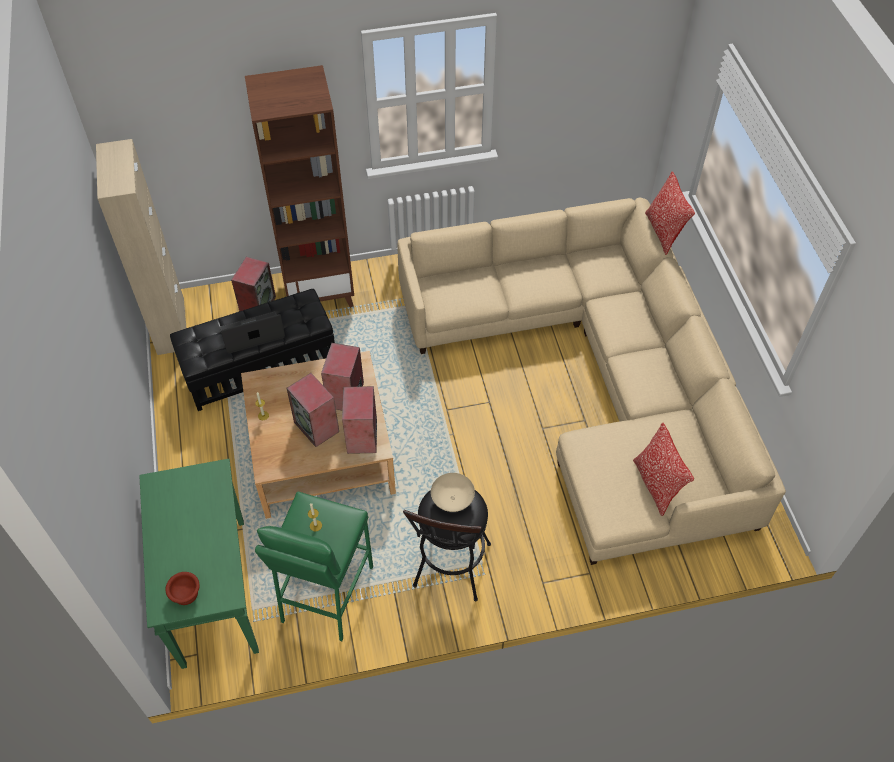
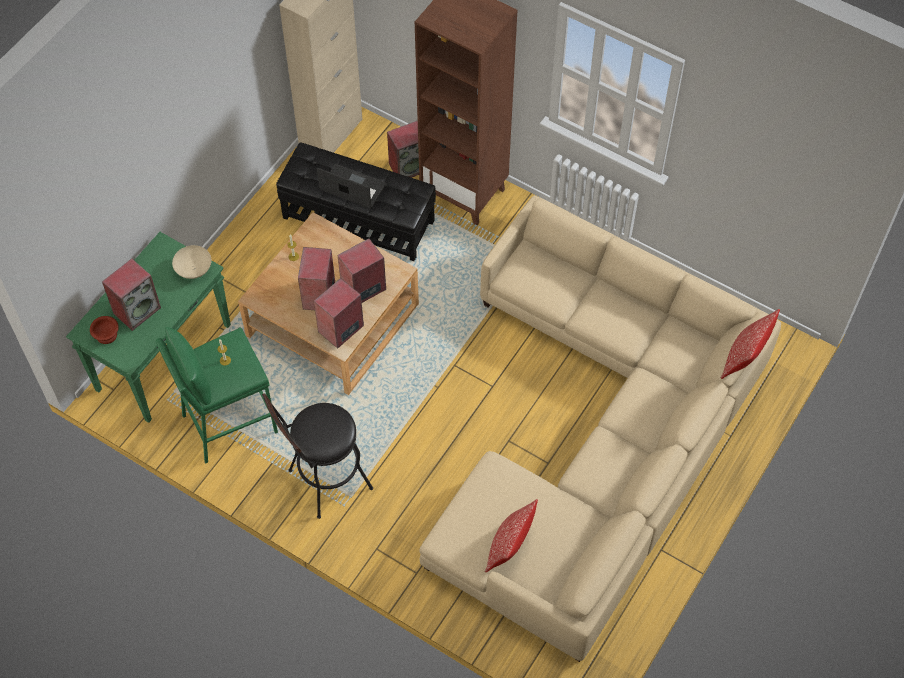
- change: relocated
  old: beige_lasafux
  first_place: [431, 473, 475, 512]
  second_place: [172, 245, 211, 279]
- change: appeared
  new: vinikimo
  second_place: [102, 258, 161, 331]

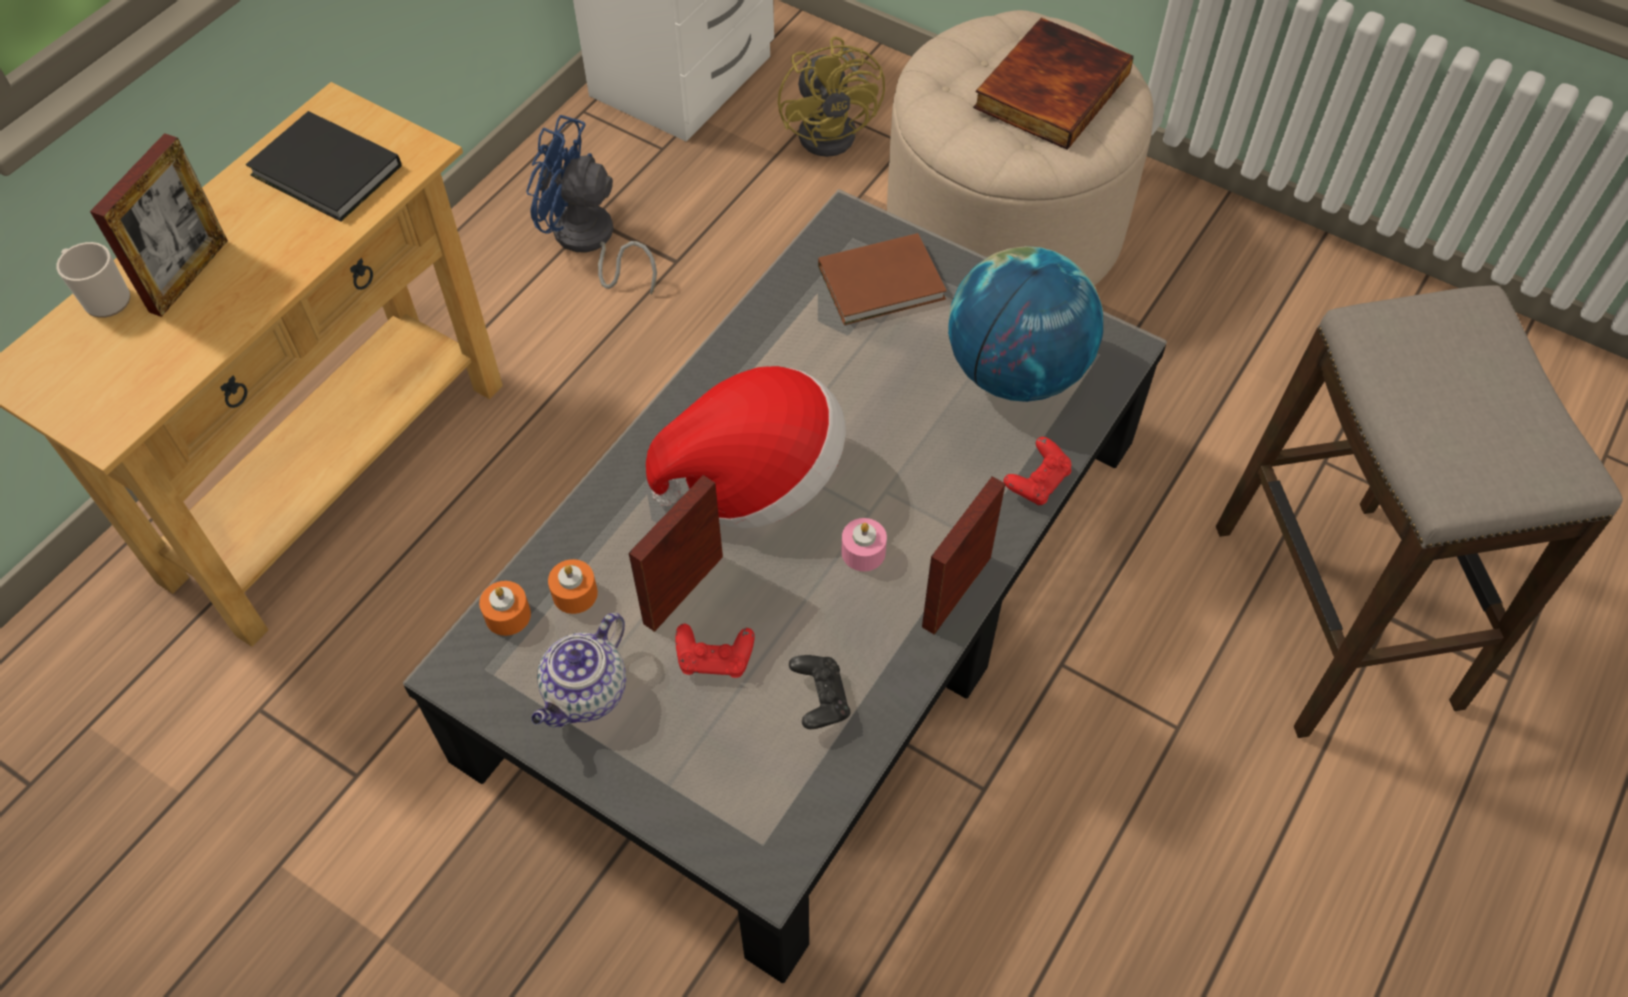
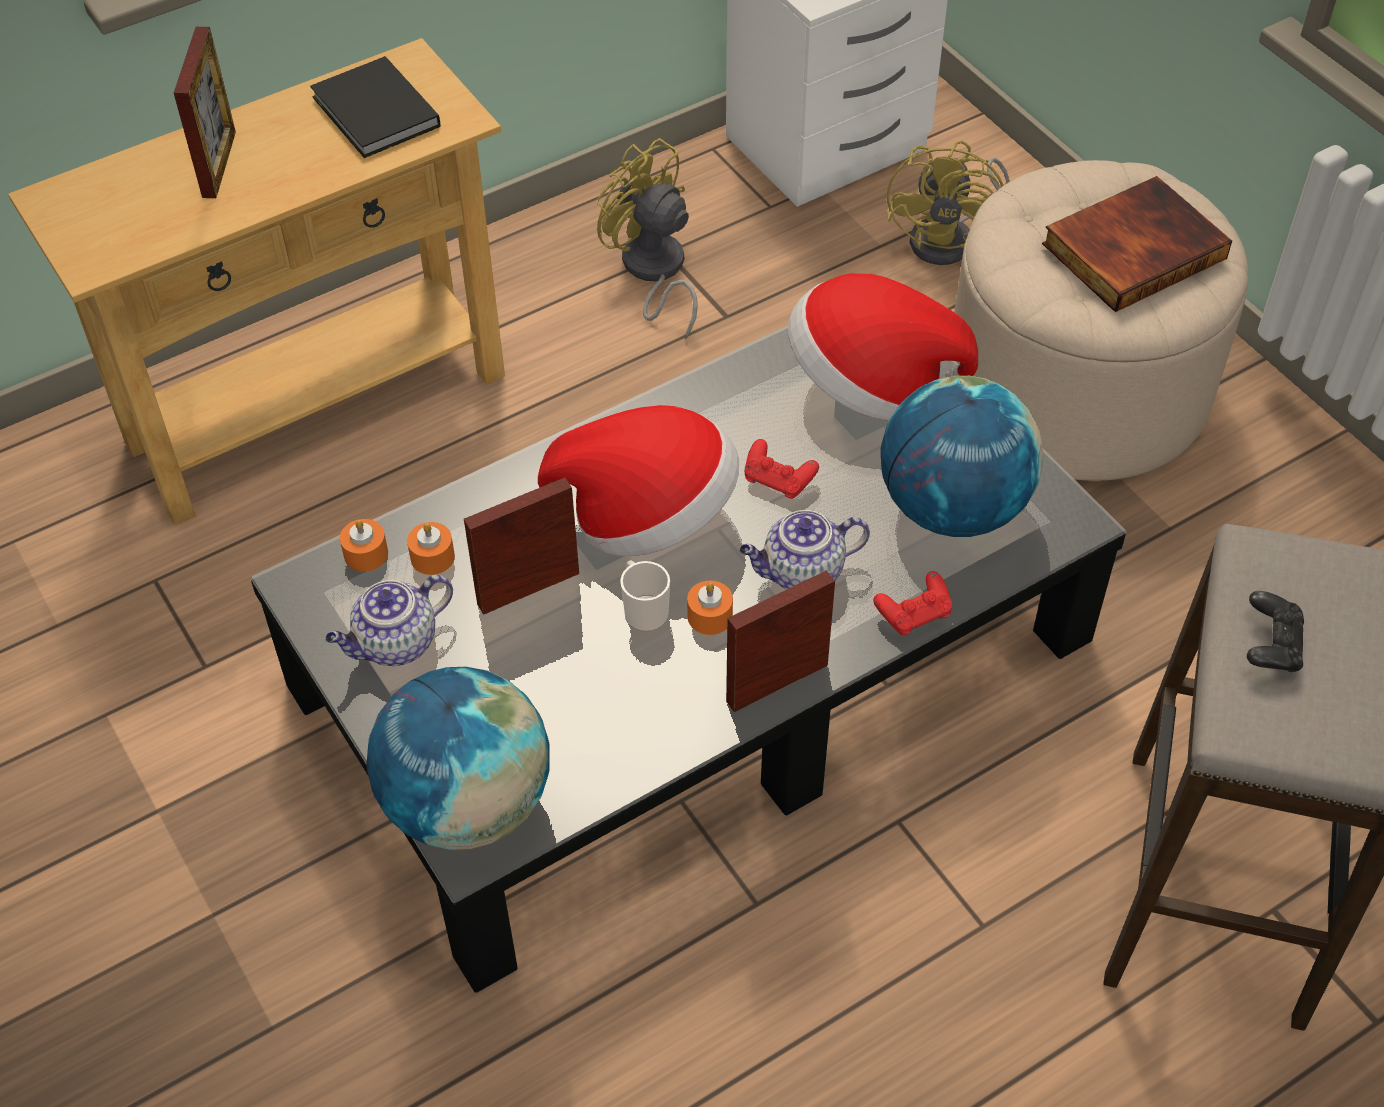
- change: relocated
  old: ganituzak
  first_place: [56, 242, 130, 318]
  second_place: [620, 560, 670, 632]
- change: spun
  old: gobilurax
  first_place: [90, 133, 228, 317]
  second_place: [174, 27, 236, 198]
  degrees: -45
- change: colour
  old: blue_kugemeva
  new: yellow_kugemeva
  first_place: [526, 115, 657, 295]
  second_place: [596, 138, 698, 340]
- change: relocated
  old: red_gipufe
  first_place: [675, 624, 755, 678]
  second_place: [745, 439, 819, 499]
- change: relocated
  old: black_gipufe
  first_place: [789, 655, 851, 729]
  second_place: [1247, 591, 1304, 672]
- change: exchanged
  old: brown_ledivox
  new: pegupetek
  first_place: [818, 233, 947, 325]
  second_place: [788, 273, 978, 420]
- change: colour
  old: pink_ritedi
  new: orange_ritedi
  first_place: [841, 518, 887, 571]
  second_place: [687, 581, 733, 635]
- change: appeared
  new: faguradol
  second_place: [366, 667, 550, 850]
- change: appeared
  new: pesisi
  second_place: [739, 510, 870, 590]

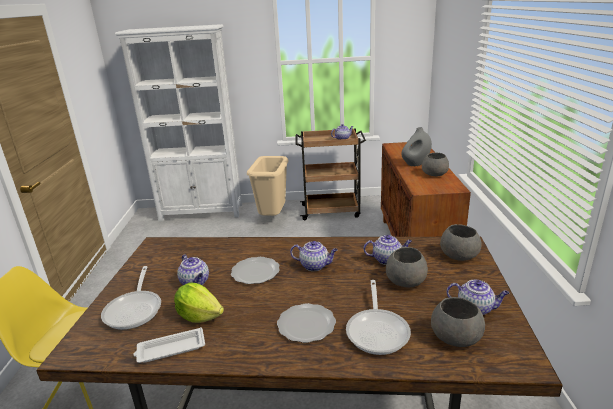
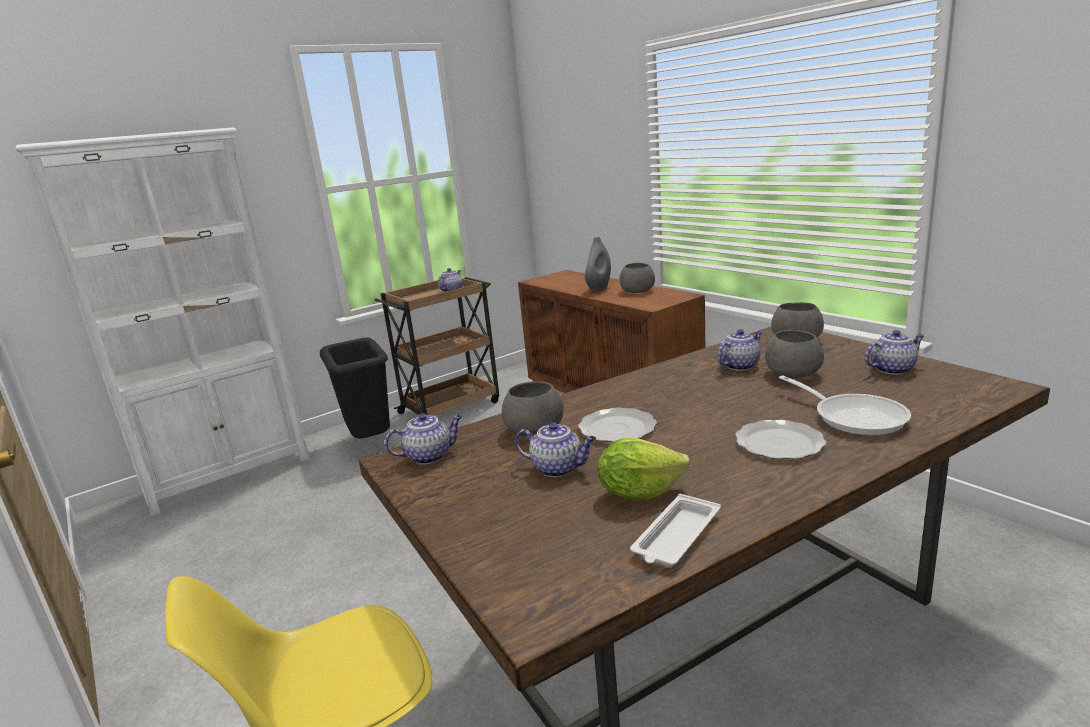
- change: missing
  old: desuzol
  first_place: [101, 266, 161, 330]
- change: colour
  old: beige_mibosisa
  new: black_mibosisa
  first_place: [247, 156, 289, 216]
  second_place: [320, 337, 390, 438]
- change: relocated
  old: pesisi
  first_place: [290, 241, 338, 271]
  second_place: [385, 413, 462, 464]
- change: relocated
  old: grey_lasafux
  first_place: [431, 297, 485, 347]
  second_place: [502, 381, 564, 436]

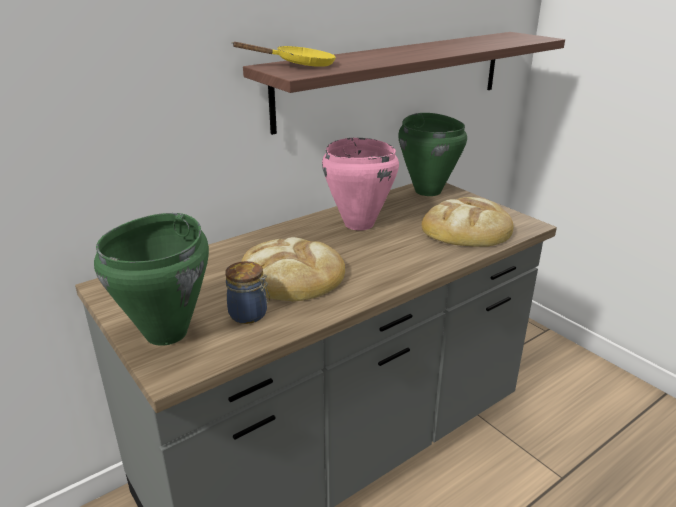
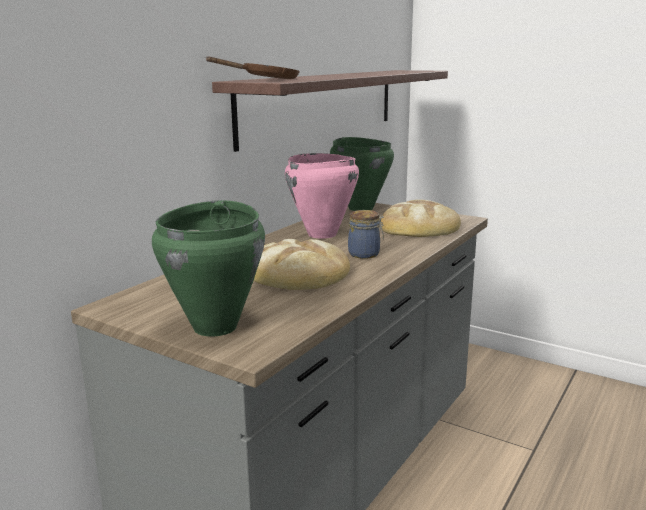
- change: relocated
  old: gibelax
  first_place: [226, 261, 270, 324]
  second_place: [348, 210, 384, 259]
- change: colour
  old: yellow_desuzol
  new: brown_desuzol
  first_place: [232, 42, 336, 67]
  second_place: [205, 56, 300, 79]

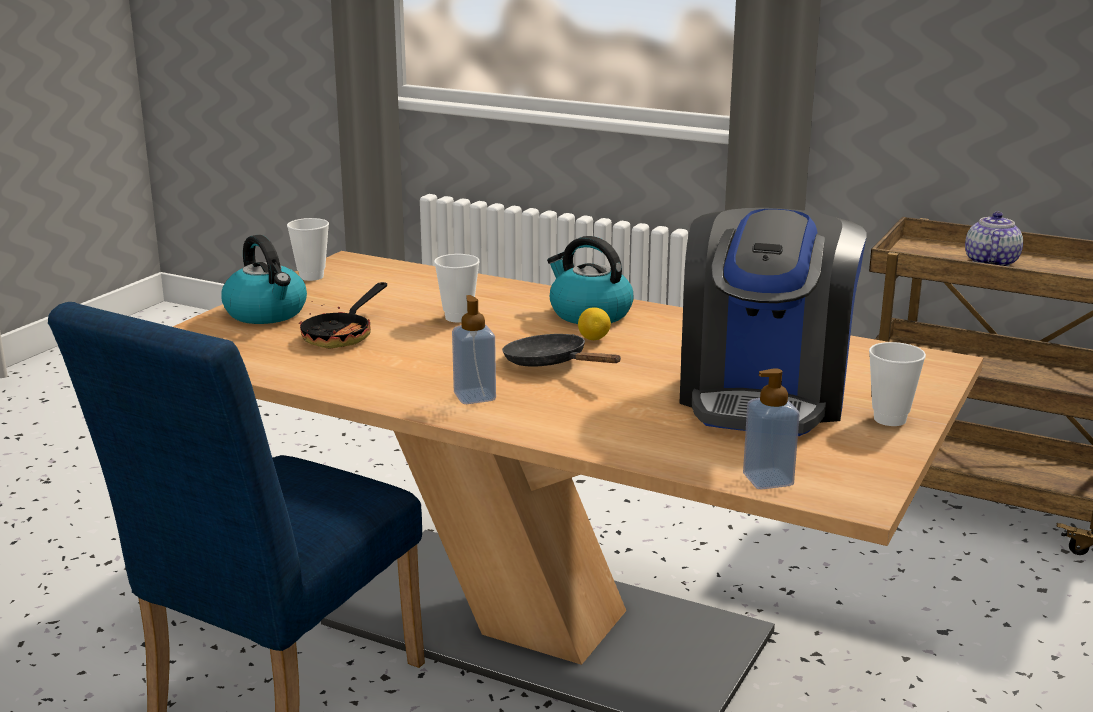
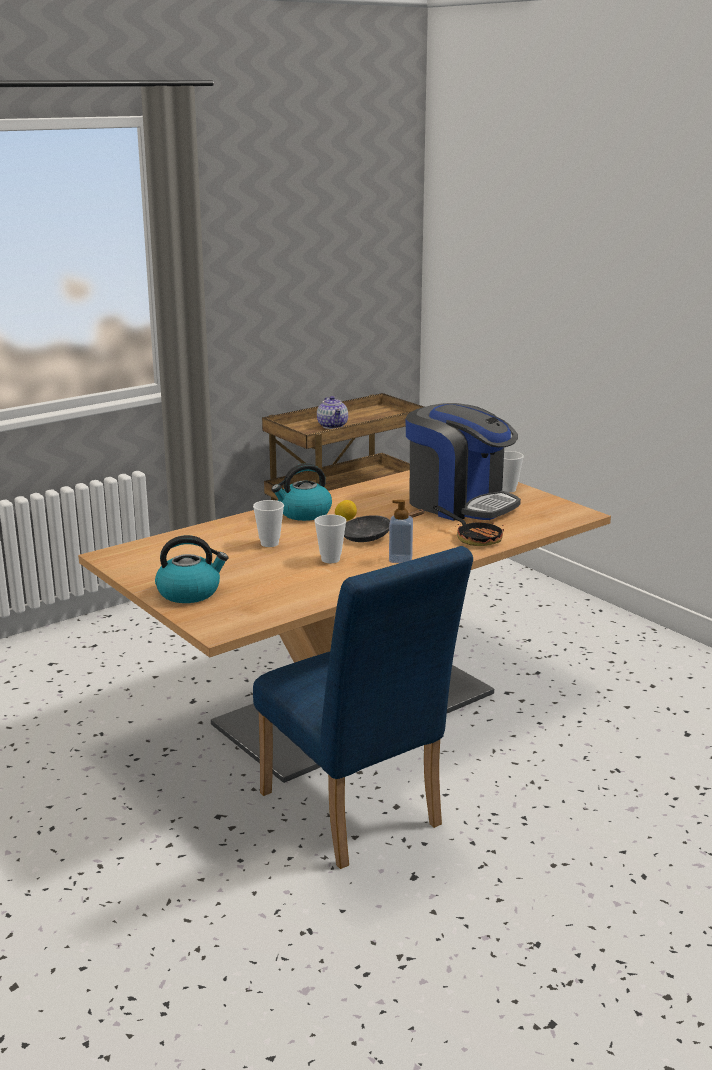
- change: relocated
  old: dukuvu
  first_place: [287, 218, 329, 281]
  second_place: [314, 514, 346, 563]
- change: relocated
  old: desuzol
  first_place: [299, 282, 387, 349]
  second_place: [433, 505, 504, 546]
- change: missing
  old: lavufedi
  first_place: [743, 368, 799, 489]
- change: spun
  old: pesisi
  first_place: [965, 212, 1023, 266]
  second_place: [317, 396, 348, 429]
  degrees: -150

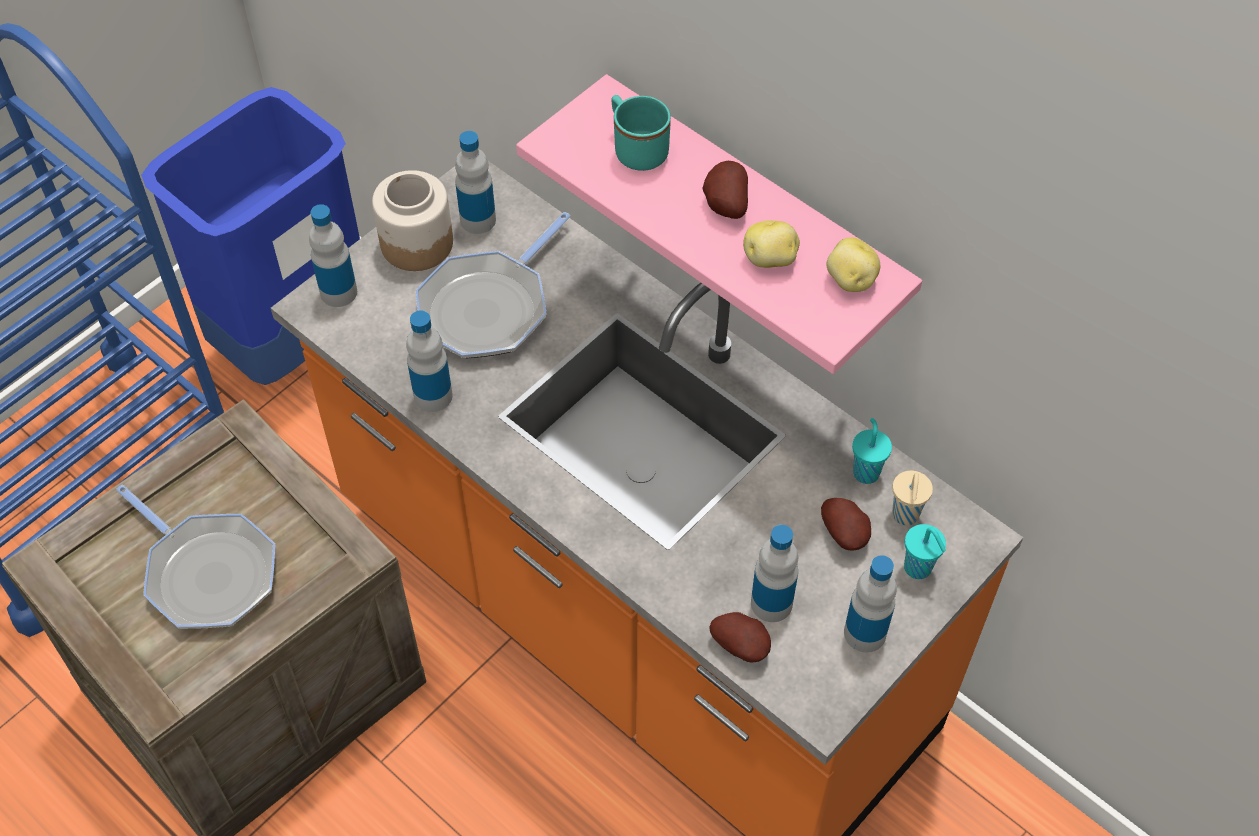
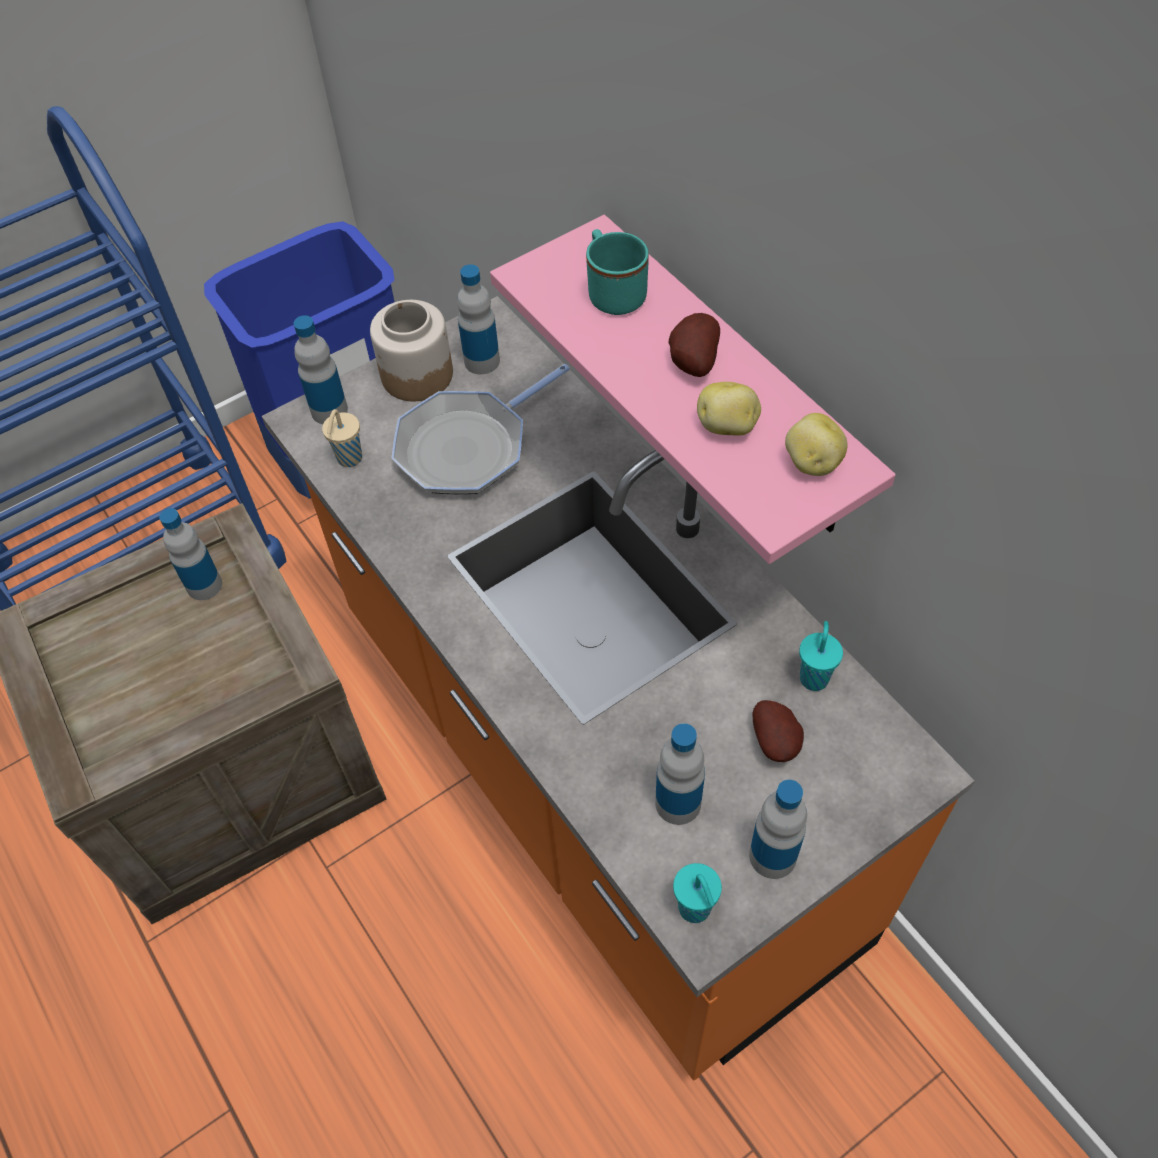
- change: missing
  old: desuzol
  first_place: [116, 484, 275, 629]
- change: relocated
  old: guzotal
  first_place: [406, 310, 453, 412]
  second_place: [159, 508, 222, 600]
- change: missing
  old: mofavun
  first_place: [709, 612, 771, 662]
- change: relocated
  old: beige_dukuvu
  first_place: [892, 471, 933, 525]
  second_place: [322, 409, 362, 467]
- change: relocated
  old: turquoise_dukuvu
  first_place: [904, 524, 946, 579]
  second_place: [673, 863, 722, 923]

